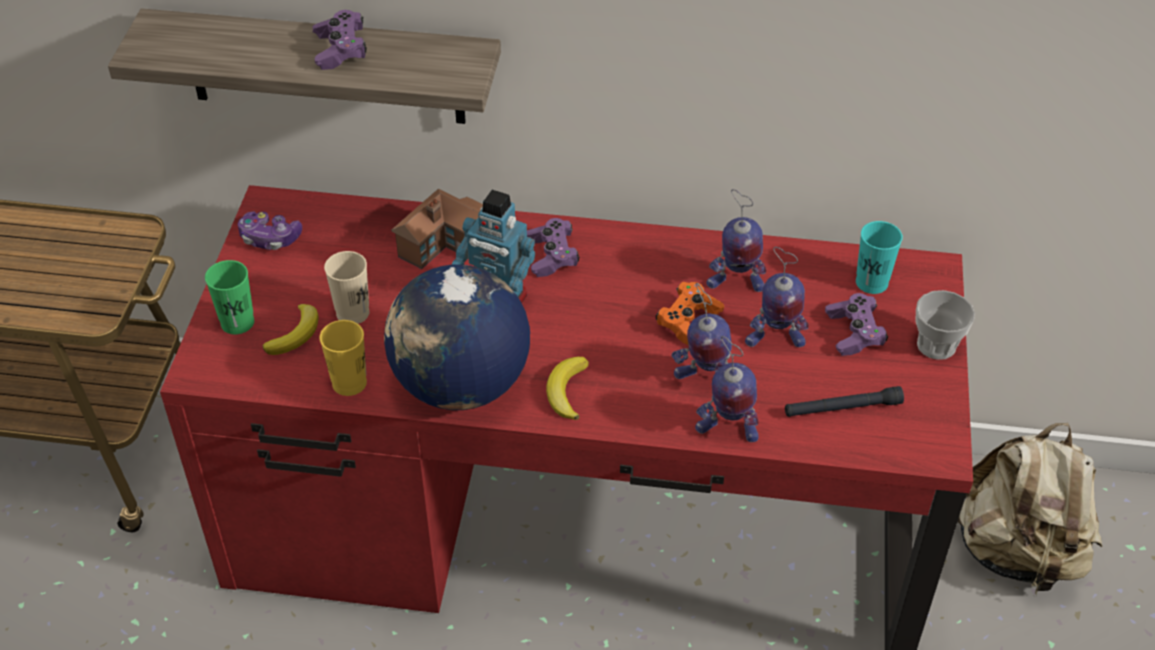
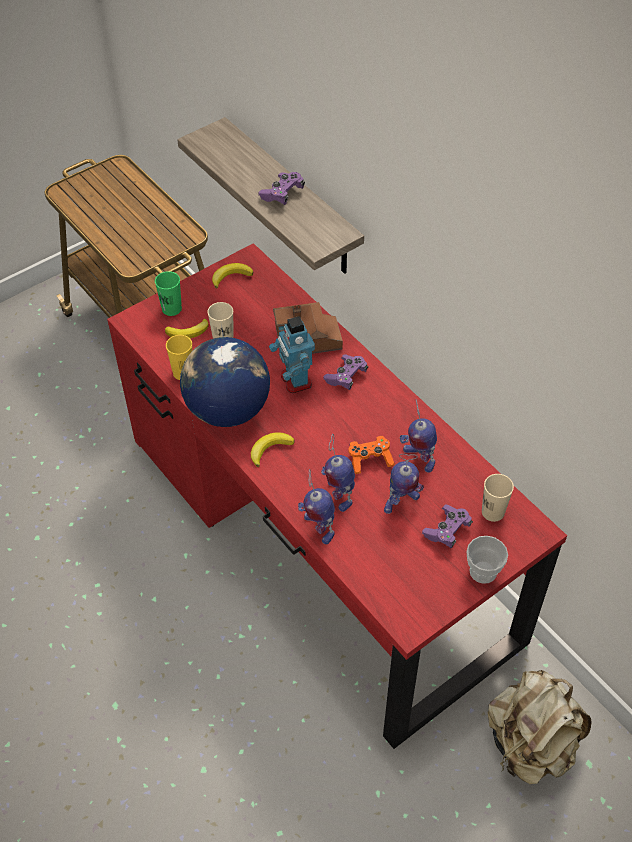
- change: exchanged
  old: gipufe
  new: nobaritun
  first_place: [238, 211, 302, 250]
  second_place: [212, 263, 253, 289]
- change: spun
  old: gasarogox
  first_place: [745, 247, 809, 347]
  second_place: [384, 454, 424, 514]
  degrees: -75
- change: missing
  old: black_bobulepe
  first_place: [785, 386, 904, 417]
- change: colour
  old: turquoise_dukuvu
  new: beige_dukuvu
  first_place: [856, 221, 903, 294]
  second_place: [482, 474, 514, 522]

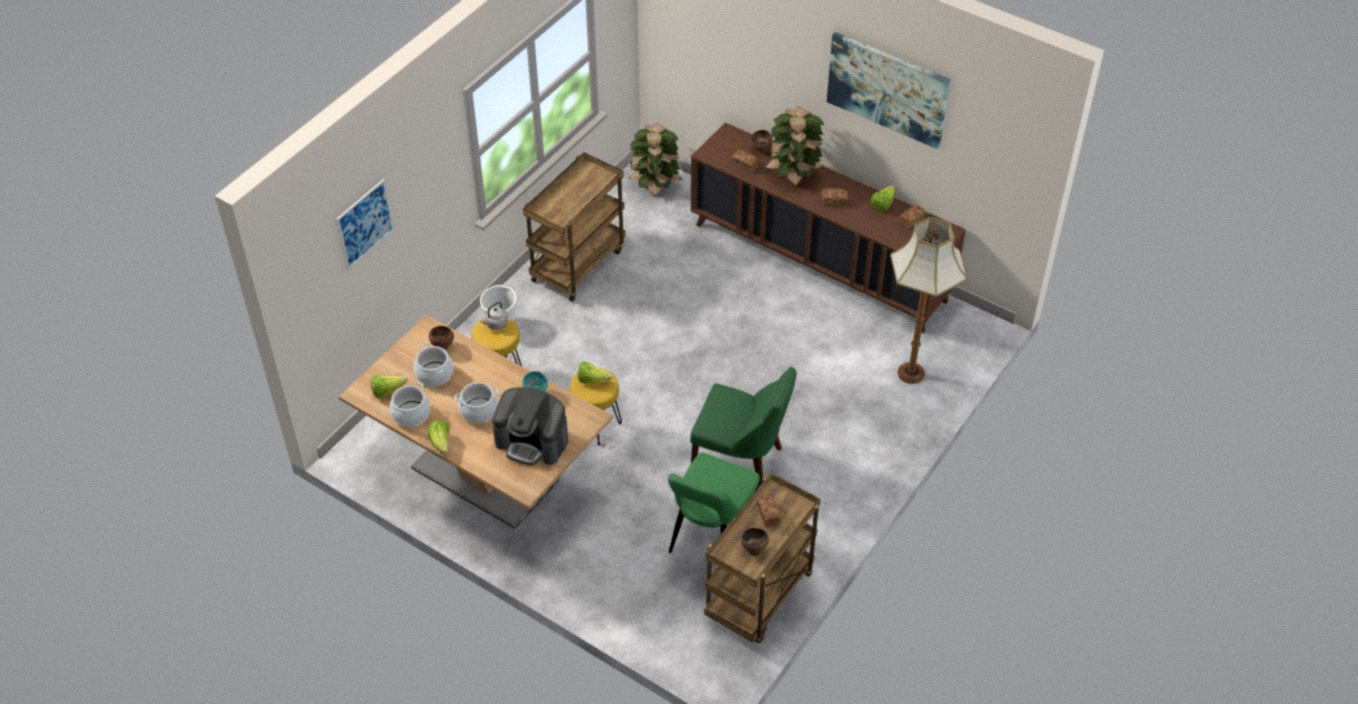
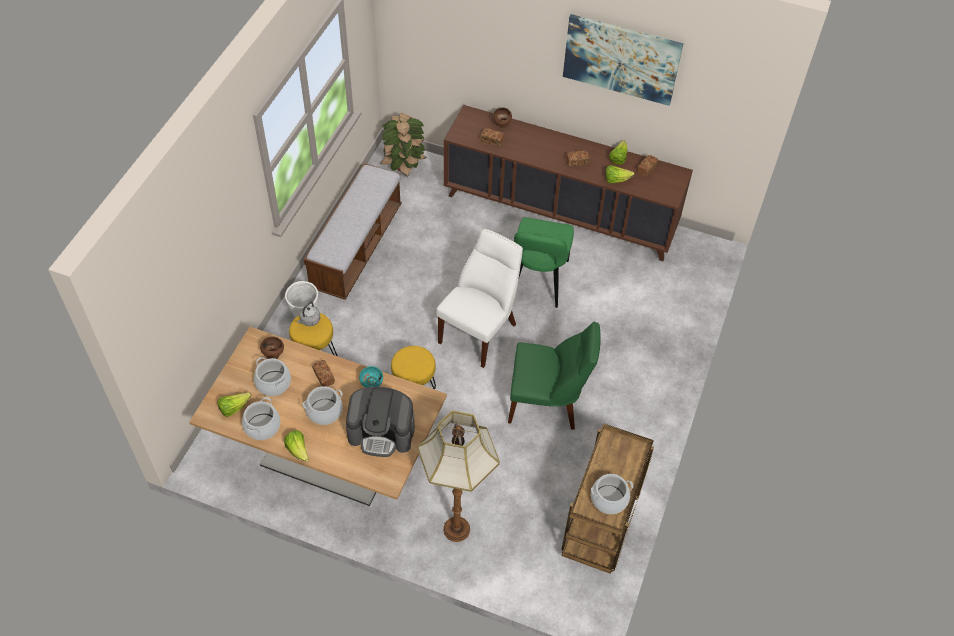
- change: missing
  old: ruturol
  first_place: [336, 179, 394, 270]
- change: exchanged
  old: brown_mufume
  new: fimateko
  first_place: [523, 152, 626, 302]
  second_place: [303, 163, 402, 300]
- change: relocated
  old: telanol
  first_place: [578, 362, 613, 384]
  second_place: [605, 165, 635, 184]
- change: relocated
  old: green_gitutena
  first_place: [668, 453, 760, 553]
  second_place: [514, 217, 574, 308]
- change: exchanged
  old: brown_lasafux
  new: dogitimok
  first_place: [741, 528, 769, 556]
  second_place: [591, 474, 633, 514]
- change: relocated
  old: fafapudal
  first_place: [757, 495, 781, 527]
  second_place: [312, 360, 335, 387]
- change: missing
  old: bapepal
  first_place: [765, 106, 824, 187]
- change: relocated
  old: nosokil
  first_place: [890, 217, 968, 384]
  second_place: [417, 411, 500, 542]
- change: appeared
  new: white_gitutena
  second_place: [436, 229, 523, 368]

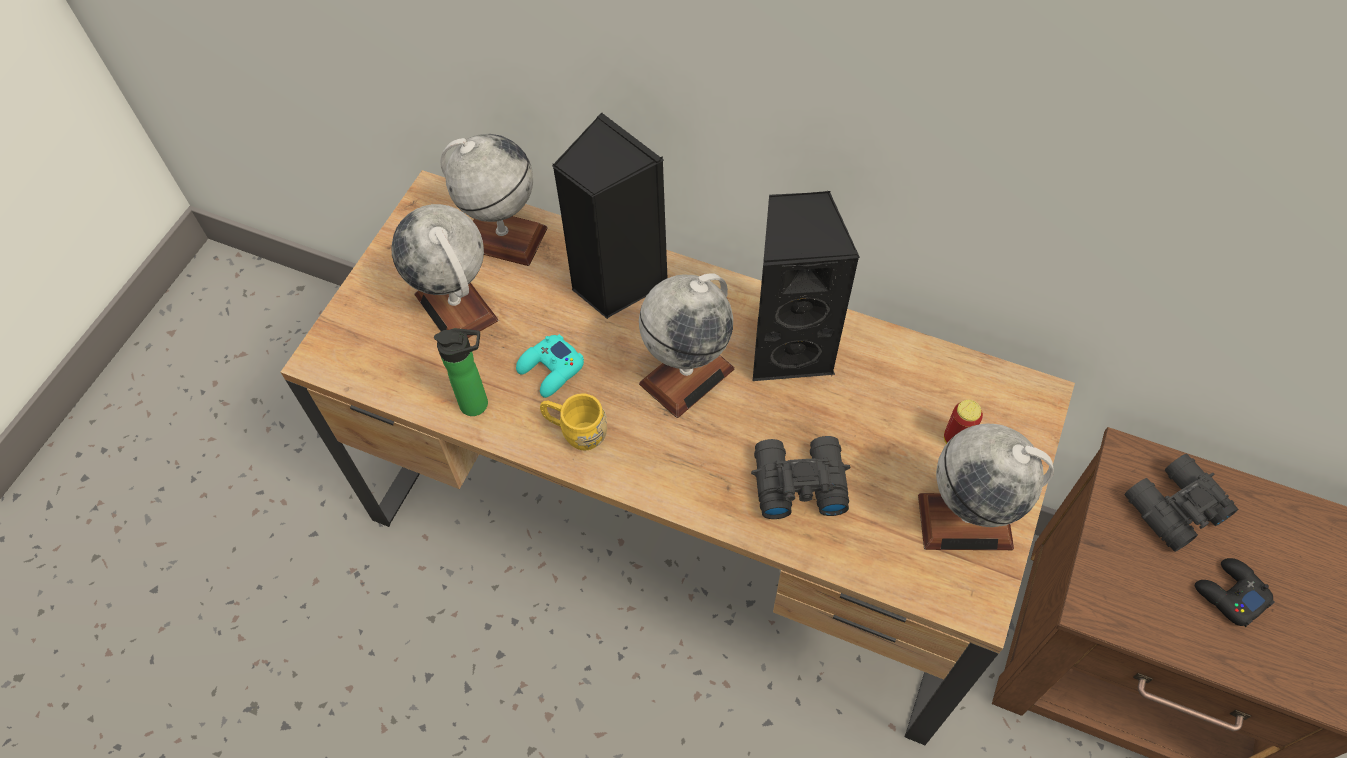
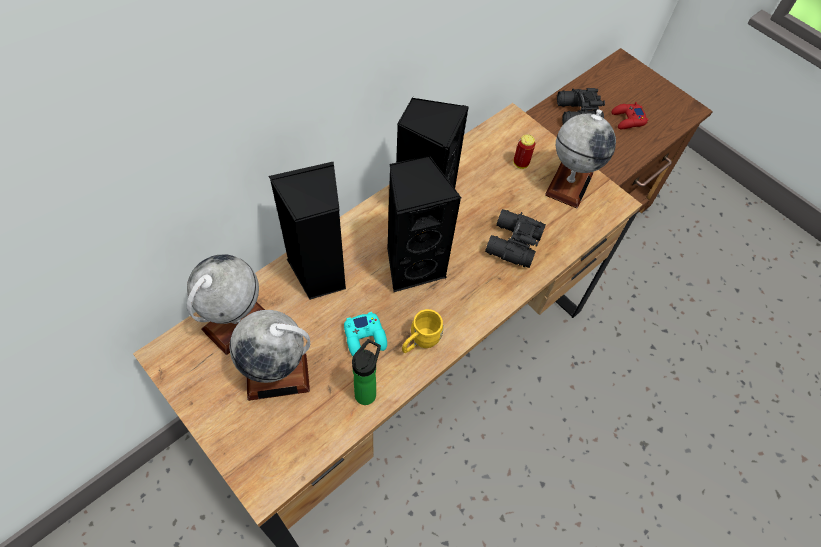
- change: exchanged
  old: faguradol
  new: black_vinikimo
  first_place: [639, 273, 735, 418]
  second_place: [387, 155, 461, 292]
- change: colour
  old: black_gipufe
  new: red_gipufe
  first_place: [1195, 558, 1275, 627]
  second_place: [611, 102, 648, 129]

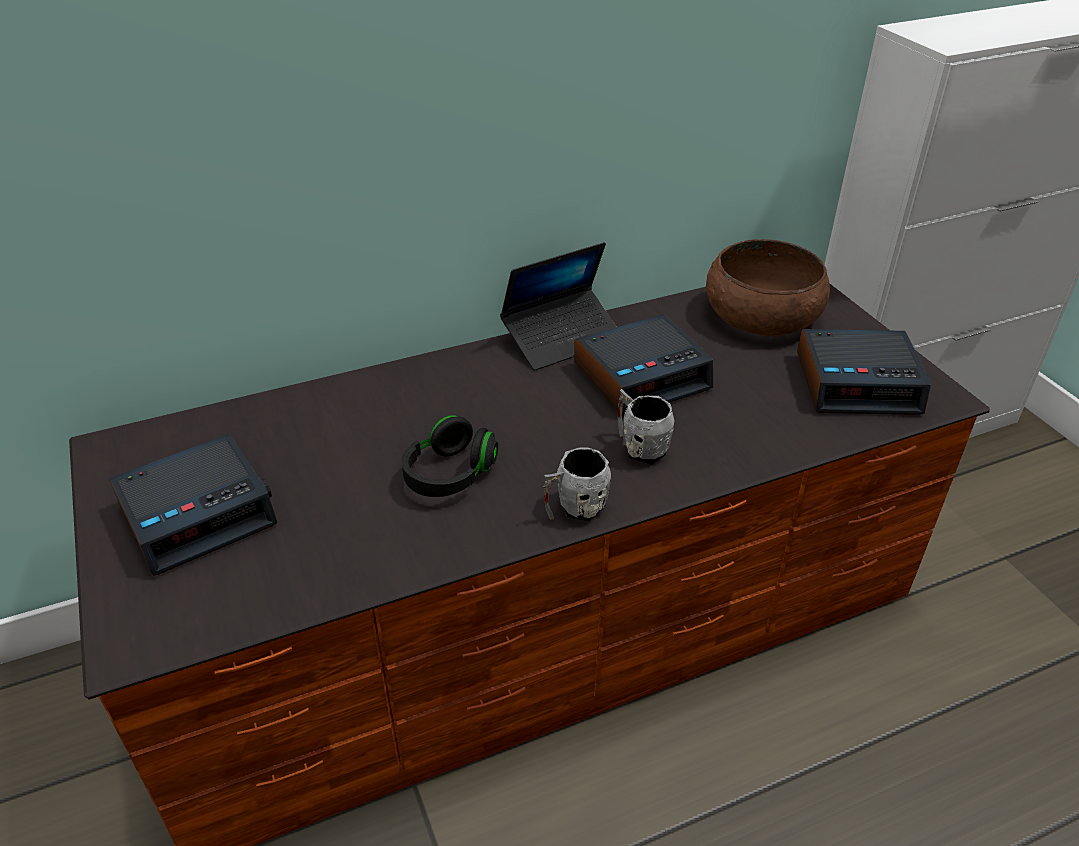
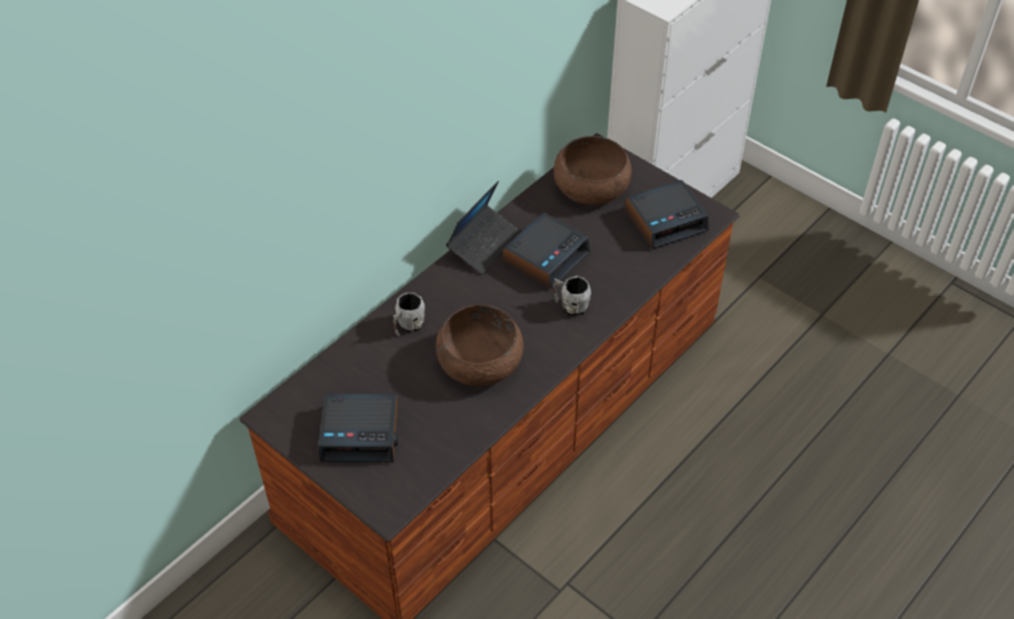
- change: spun
  old: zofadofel
  first_place: [109, 434, 277, 576]
  second_place: [318, 394, 398, 462]
  degrees: 60
- change: exchanged
  old: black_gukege
  new: brown_lasafux
  first_place: [401, 415, 498, 497]
  second_place: [436, 305, 524, 386]
- change: relocated
  old: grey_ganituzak
  first_place: [543, 447, 611, 521]
  second_place: [393, 293, 425, 336]

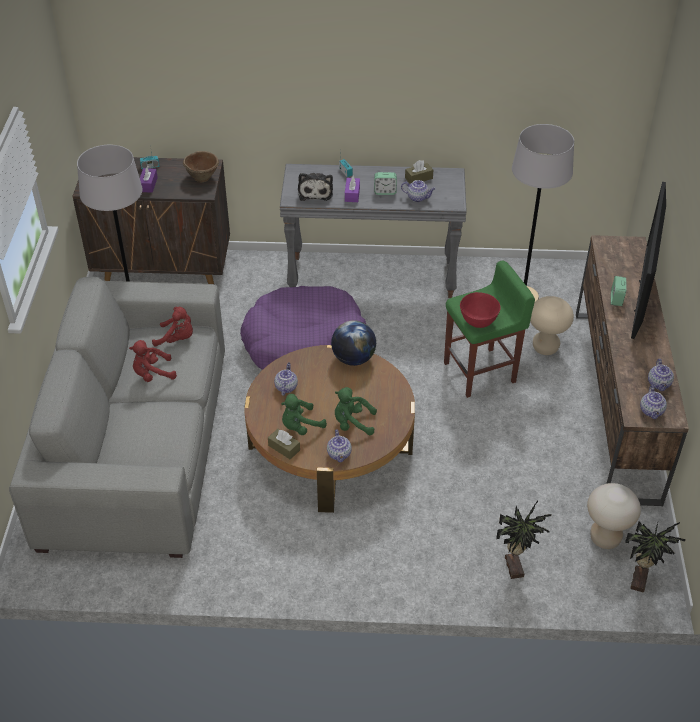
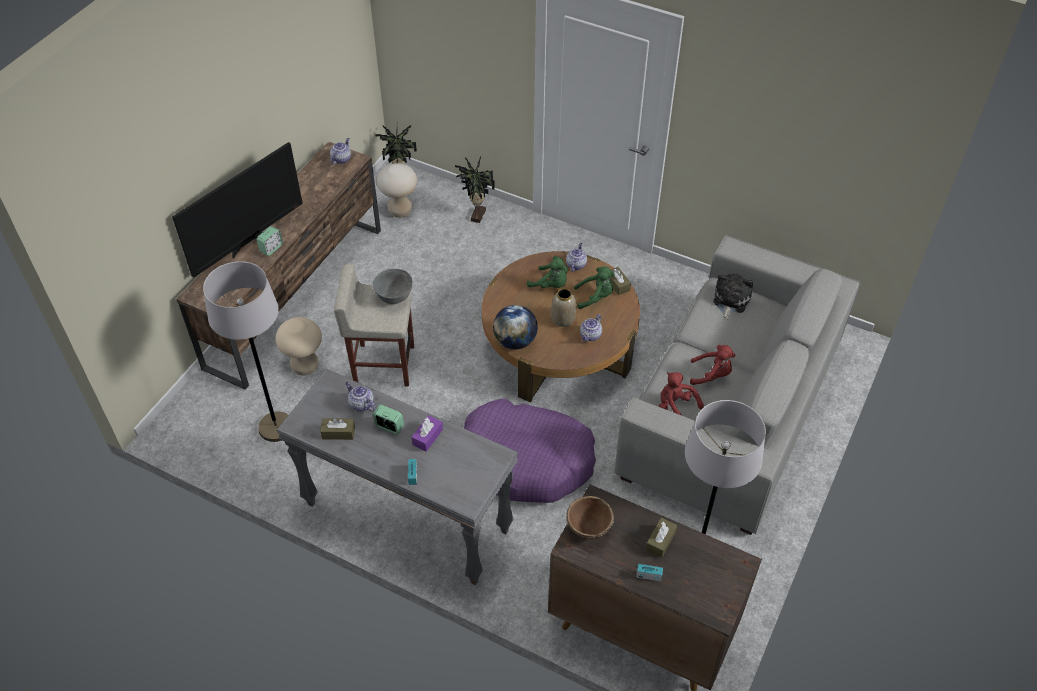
- change: colour
  old: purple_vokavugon
  new: brown_vokavugon
  first_place: [140, 166, 158, 193]
  second_place: [646, 518, 677, 558]
- change: relocated
  old: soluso
  first_place: [298, 173, 333, 201]
  second_place: [713, 274, 753, 320]
- change: colour
  old: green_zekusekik
  new: beige_zekusekik
  first_place: [444, 260, 535, 398]
  second_place: [334, 263, 414, 387]
- change: colour
  old: red_lasafux
  new: grey_lasafux
  first_place: [460, 292, 500, 328]
  second_place: [373, 269, 413, 304]
- change: missing
  old: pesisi
  first_place: [648, 359, 674, 391]
- change: appeared
  new: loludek
  second_place: [551, 289, 576, 327]

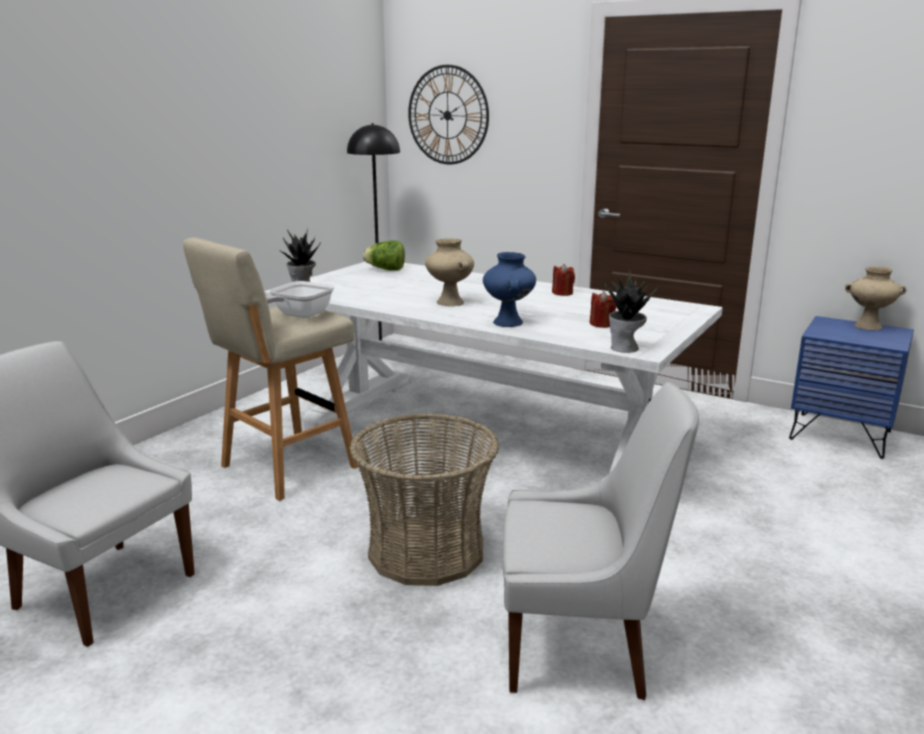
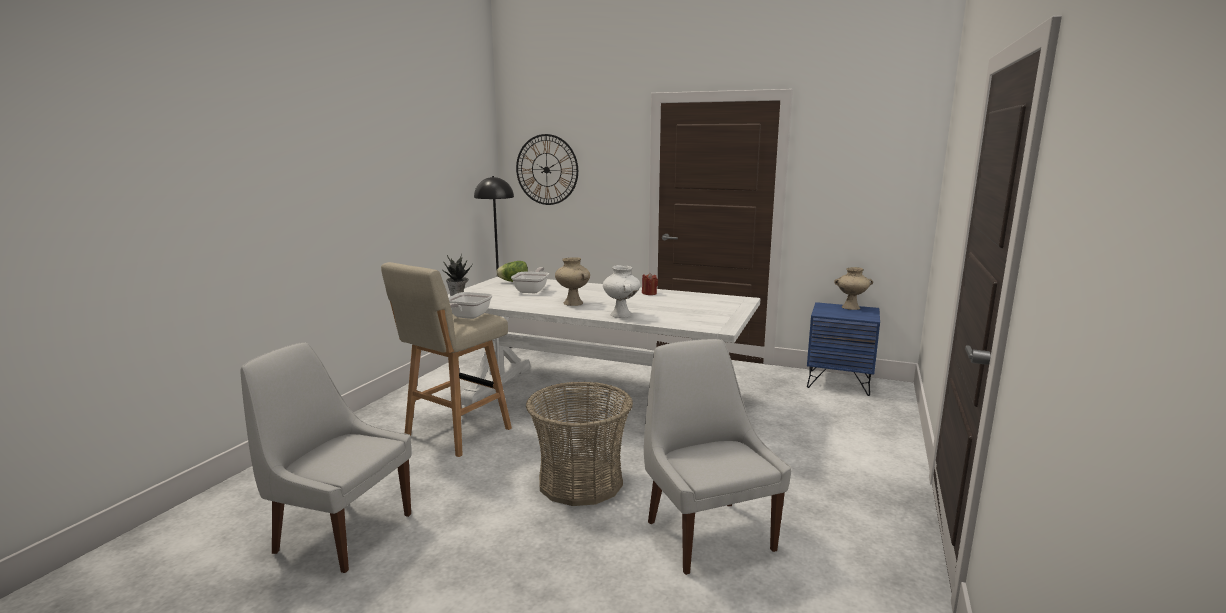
- change: colour
  old: blue_loludek
  new: white_loludek
  first_place: [483, 252, 536, 327]
  second_place: [603, 265, 640, 318]
- change: spun
  old: white_gitutena
  first_place: [503, 382, 699, 700]
  second_place: [644, 339, 792, 575]
  degrees: -105
- change: missing
  old: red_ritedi
  first_place: [590, 291, 616, 328]
- change: missing
  old: bapepal
  first_place: [605, 270, 658, 353]
- change: appeared
  new: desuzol
  second_place: [511, 267, 549, 293]

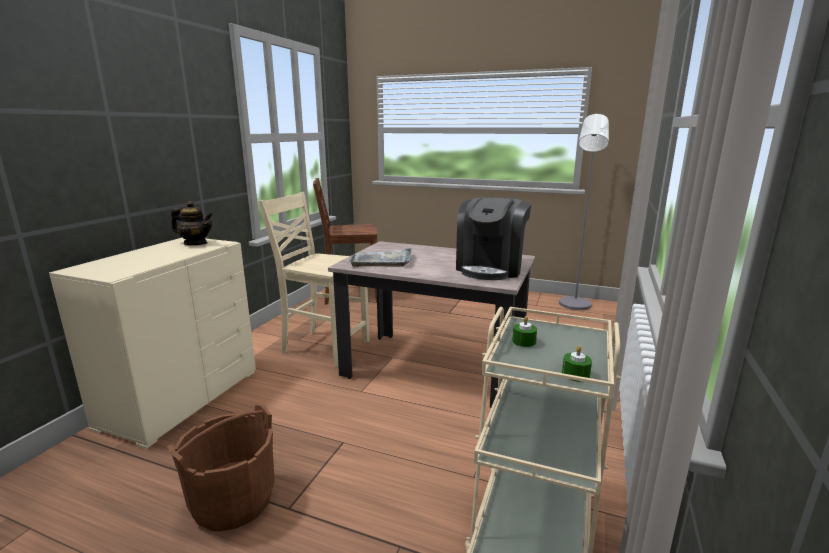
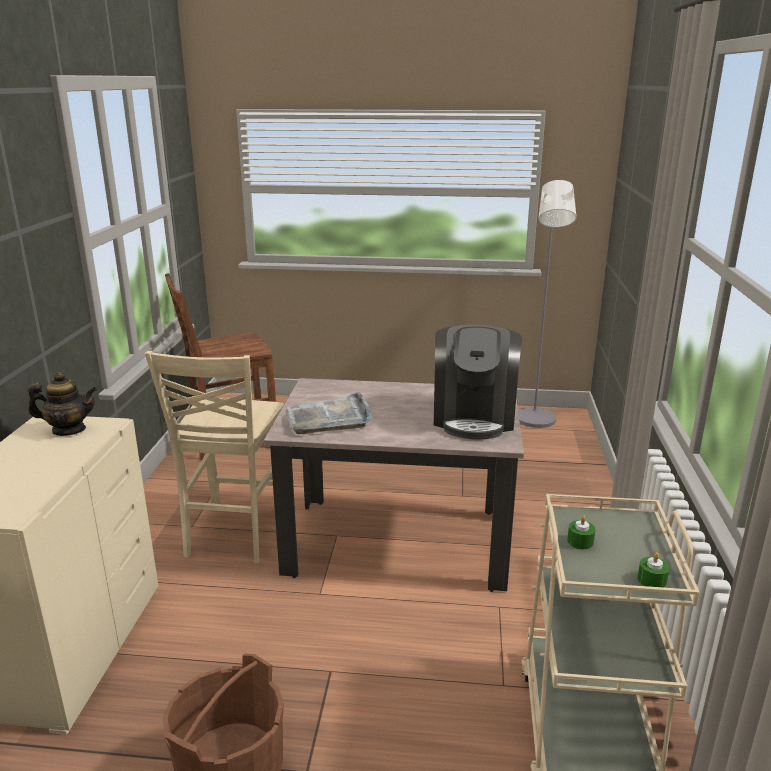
- change: spun
  old: beige_gitutena
  first_place: [258, 192, 369, 368]
  second_place: [145, 351, 284, 563]
  degrees: -90

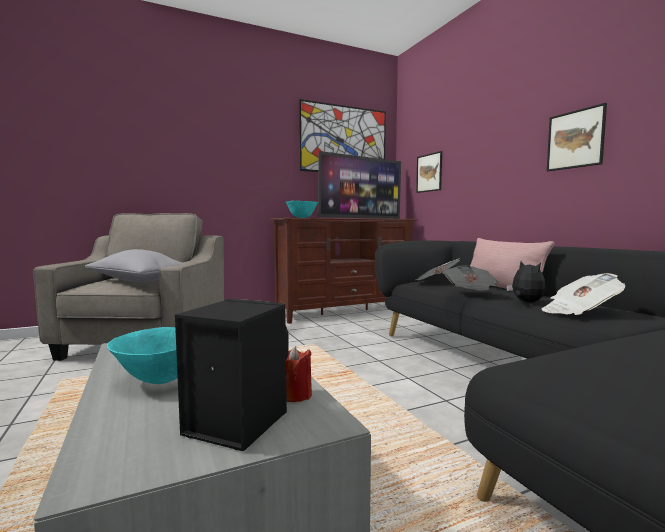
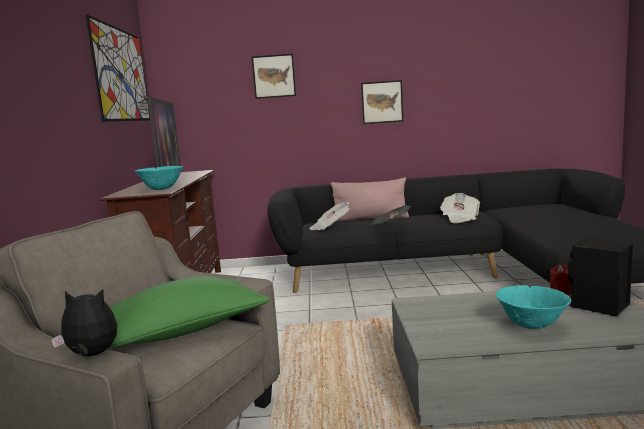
- change: colour
  old: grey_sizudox
  new: green_sizudox
  first_place: [85, 249, 184, 282]
  second_place: [110, 276, 270, 347]
- change: relocated
  old: ruturol
  first_place: [416, 151, 442, 193]
  second_place: [252, 54, 296, 99]
- change: relocated
  old: soluso
  first_place: [506, 261, 546, 302]
  second_place: [51, 289, 117, 357]

